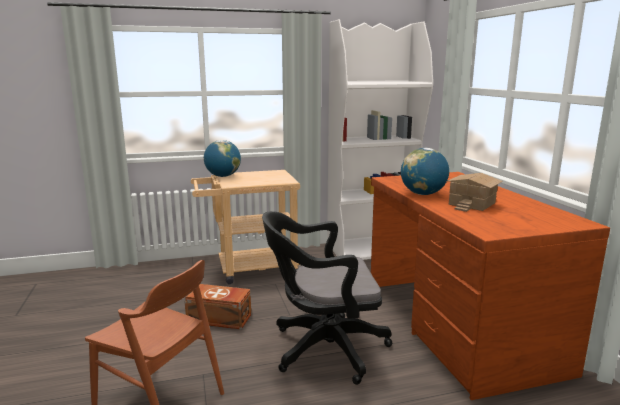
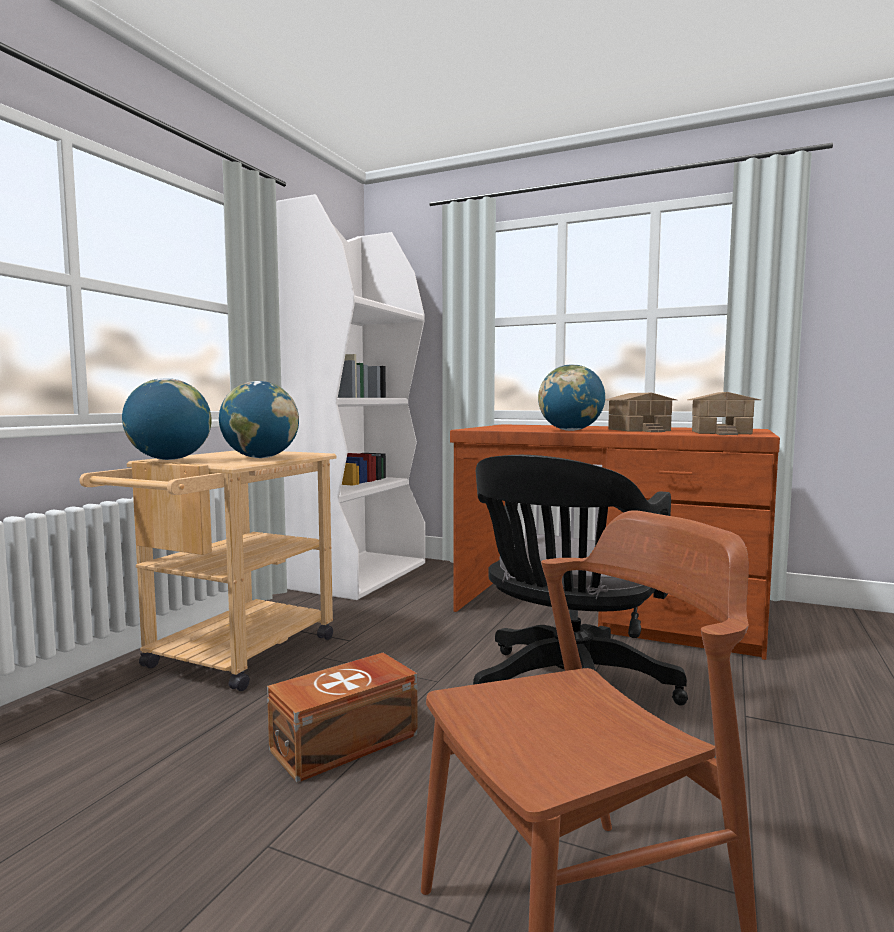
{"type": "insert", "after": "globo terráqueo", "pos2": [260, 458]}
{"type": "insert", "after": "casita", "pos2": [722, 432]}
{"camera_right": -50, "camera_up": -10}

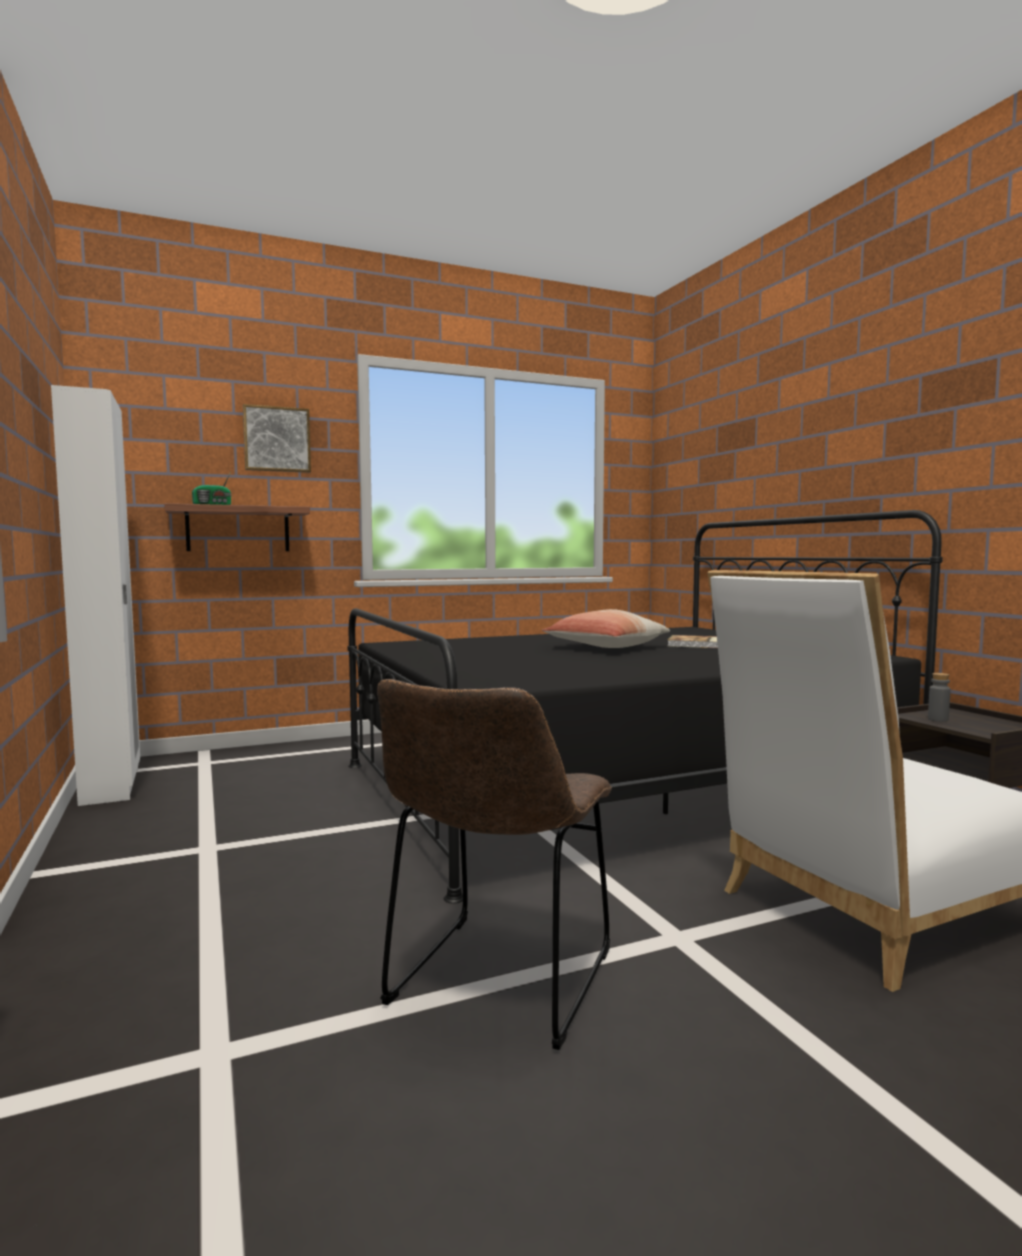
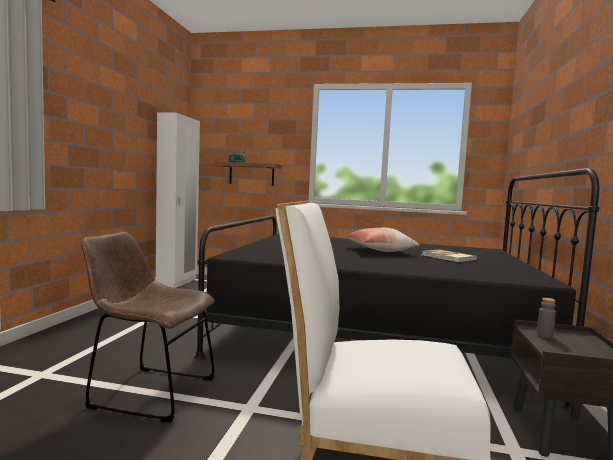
{"type": "rotate", "before": "silla/marrón", "pos1": [497, 984], "pos2": [148, 392], "turn": 45}
{"type": "delete", "before": "cuadro", "pos1": [277, 439]}
{"camera_right": 35, "camera_up": 0}

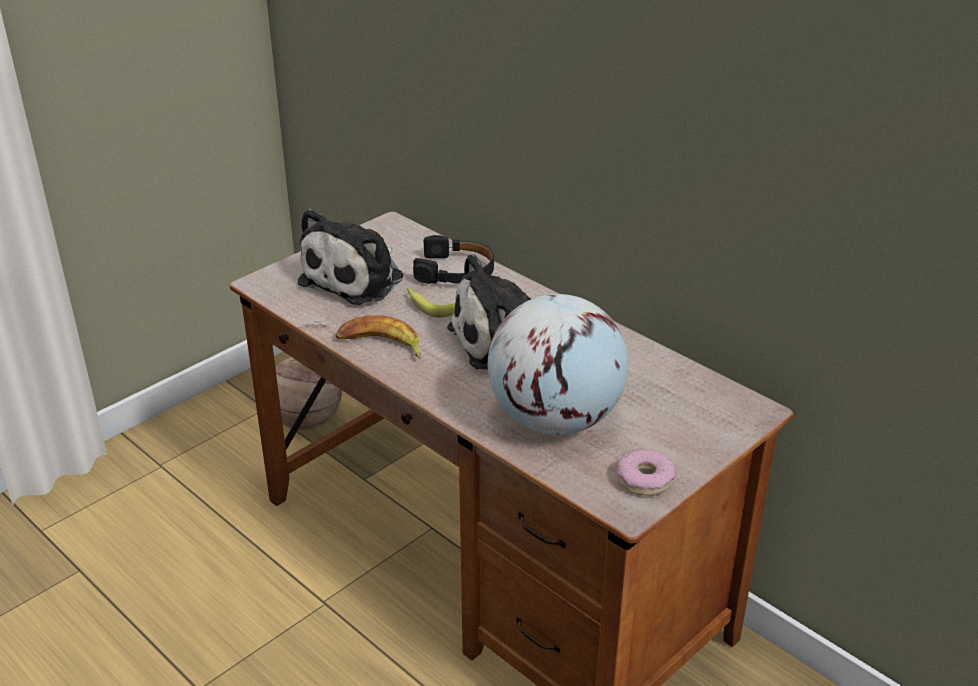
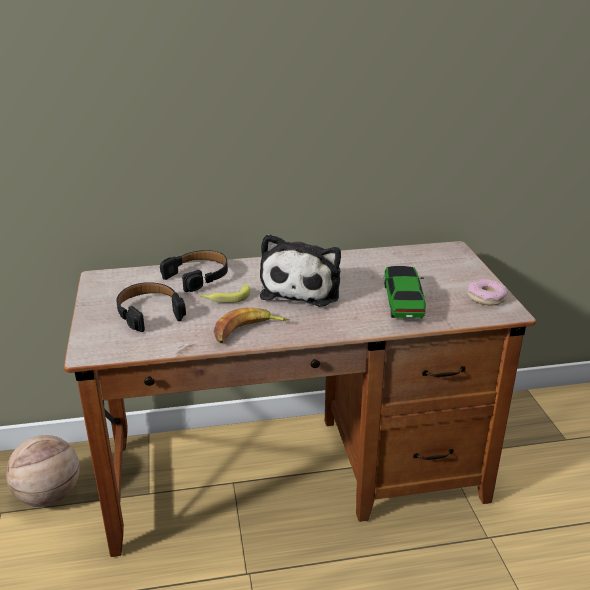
{"type": "replace", "before": "peluche", "after": "auriculares/negro", "pos1": [357, 278], "pos2": [149, 312]}
{"type": "replace", "before": "globo terráqueo", "after": "coche de juguete", "pos1": [555, 420], "pos2": [403, 302]}
{"camera_right": -55, "camera_up": -5}

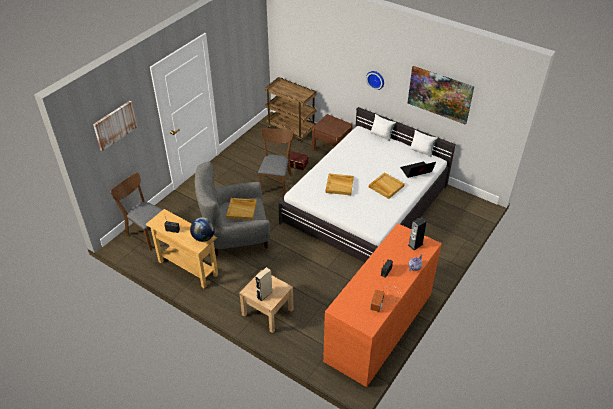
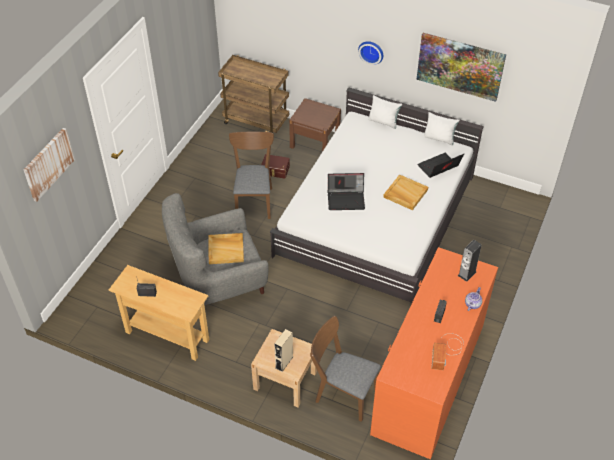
{"type": "move", "before": "silla/marrón", "pos1": [146, 232], "pos2": [342, 393]}
{"type": "replace", "before": "bandeja/beis", "after": "portátil", "pos1": [339, 185], "pos2": [346, 199]}
{"type": "delete", "before": "globo terráqueo", "pos1": [203, 237]}
{"camera_right": -10, "camera_up": 5}

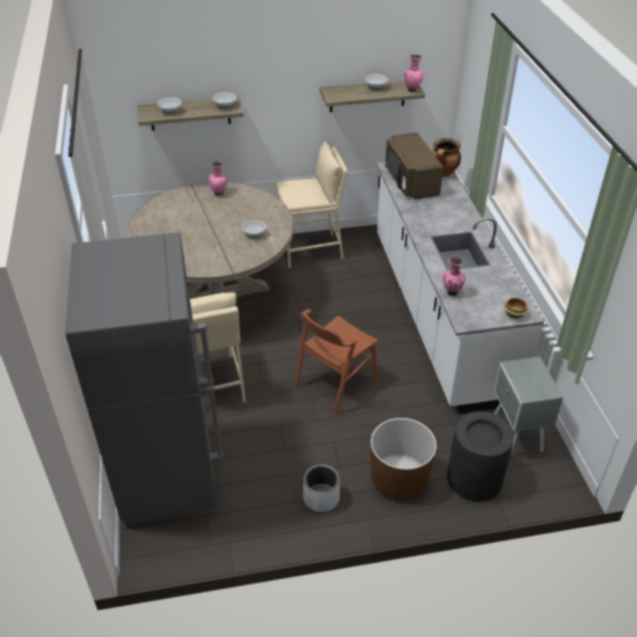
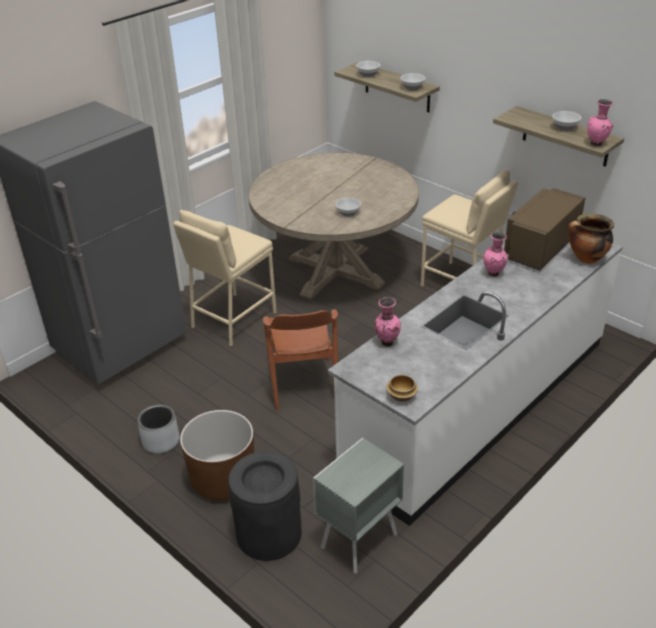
{"type": "rotate", "before": "silla/marrón", "pos1": [335, 384], "pos2": [303, 384], "turn": -105}
{"type": "move", "before": "florero/rosa", "pos1": [219, 193], "pos2": [494, 274]}
{"camera_right": 55, "camera_up": -5}

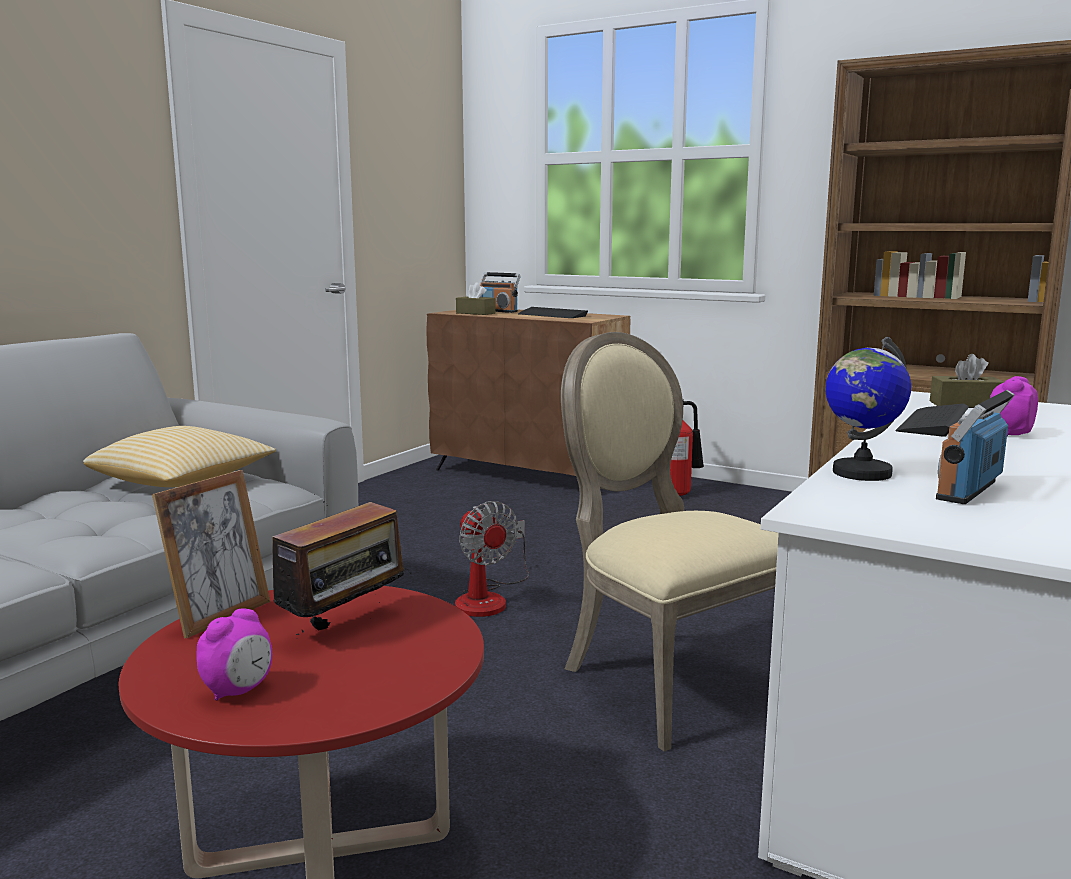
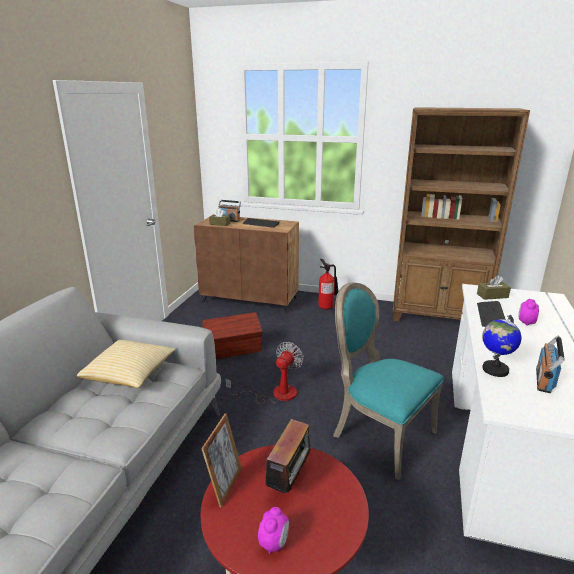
{"type": "insert", "after": "caja de almacenaje/marrón", "pos2": [233, 350]}
{"type": "rotate", "before": "ventilador", "pos1": [488, 598], "pos2": [275, 394], "turn": -105}
{"type": "recolor", "before": "silla/beis", "after": "silla/turquesa", "pos1": [667, 679], "pos2": [379, 434]}
{"camera_right": -15, "camera_up": 10}

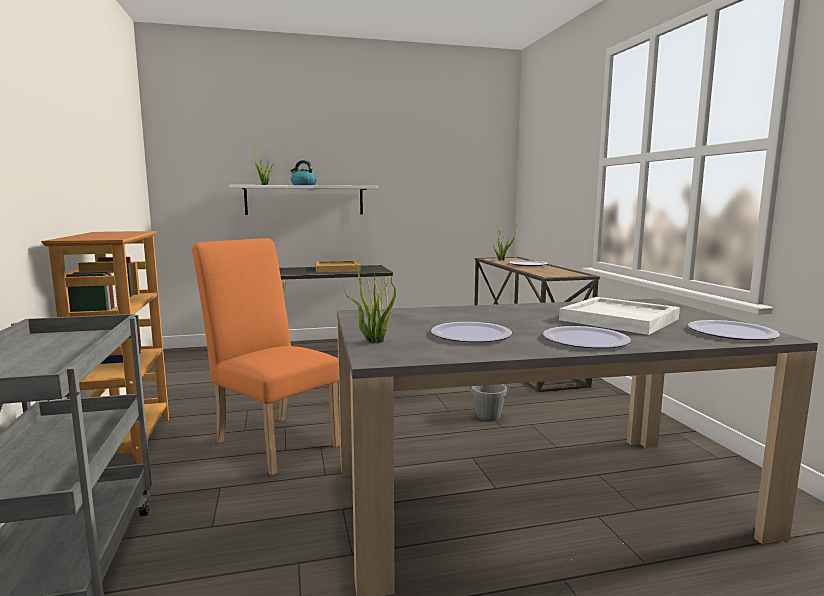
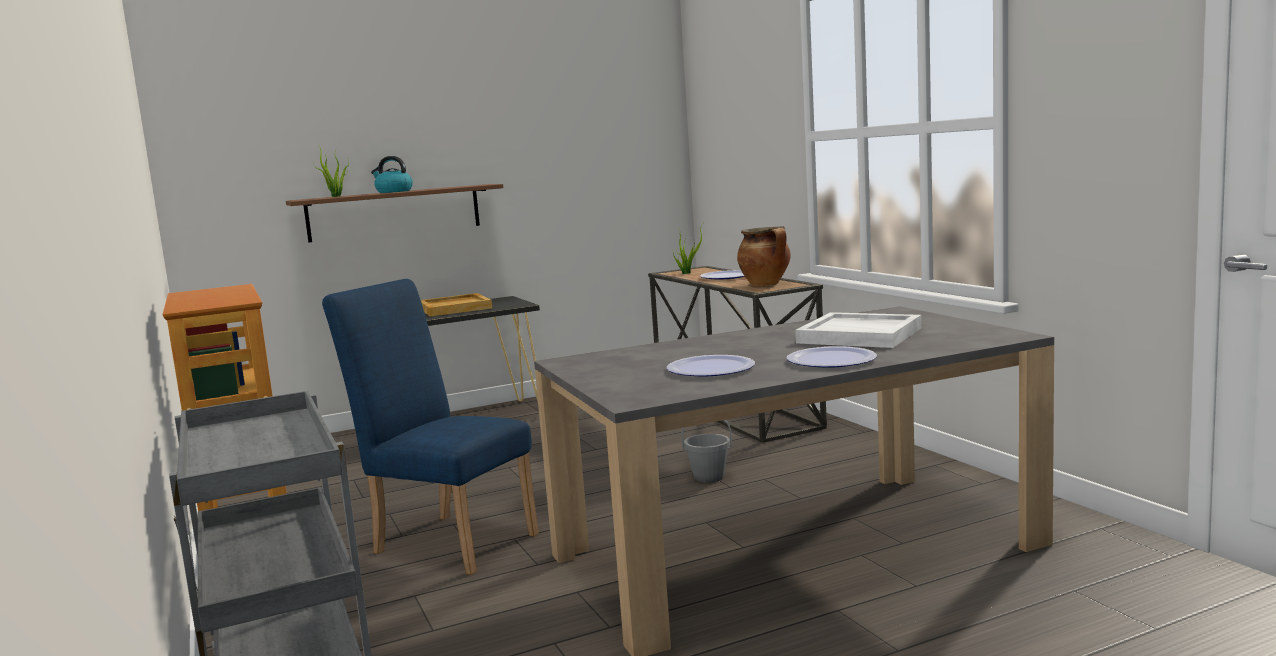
{"type": "recolor", "before": "estante/blanco", "after": "estante/marrón", "pos1": [305, 200], "pos2": [394, 212]}
{"type": "recolor", "before": "silla/naranja", "after": "silla/azul", "pos1": [273, 440], "pos2": [447, 540]}
{"type": "insert", "after": "olla", "pos2": [766, 284]}
{"type": "delete", "before": "planta en maceta", "pos1": [373, 341]}
{"type": "delete", "before": "plato", "pos1": [731, 332]}
{"camera_right": -10, "camera_up": 0}

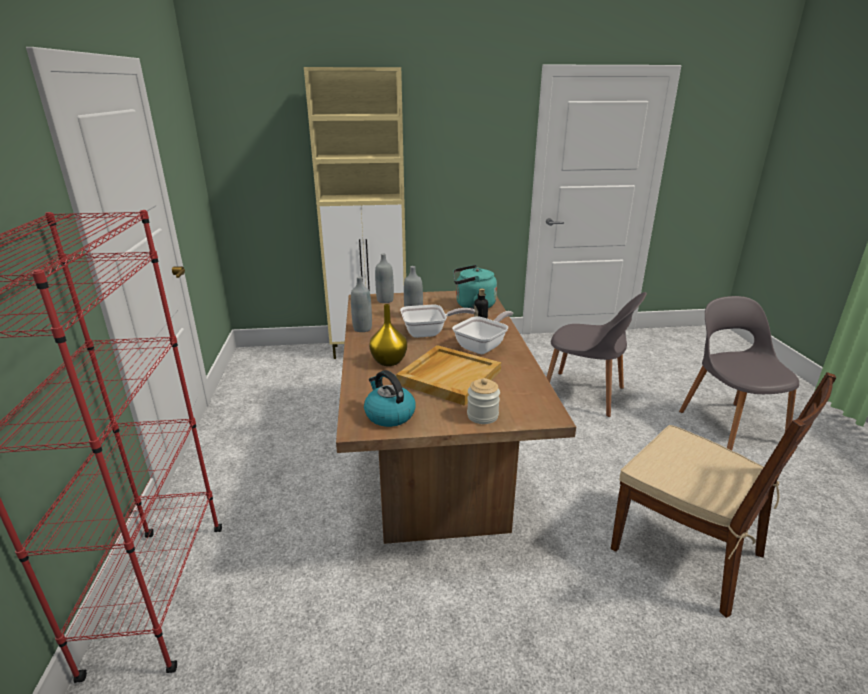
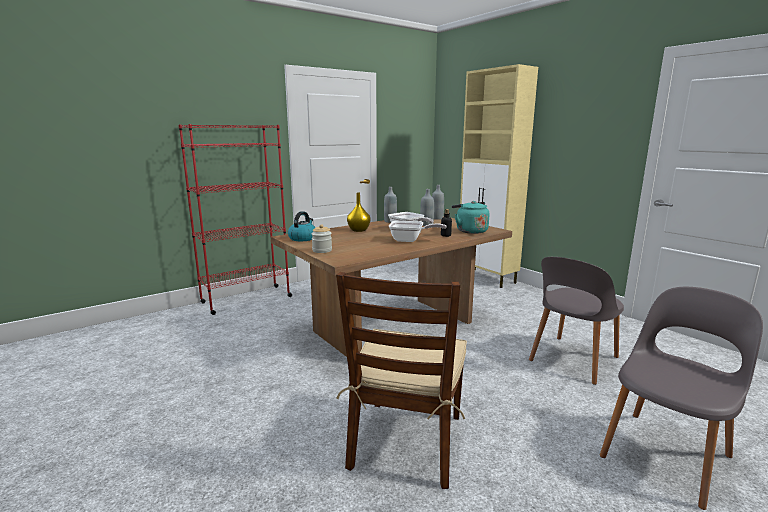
{"type": "rotate", "before": "silla/gris", "pos1": [585, 394], "pos2": [572, 360], "turn": 45}
{"type": "delete", "before": "bandeja/beis", "pos1": [449, 377]}
{"camera_right": 60, "camera_up": -10}

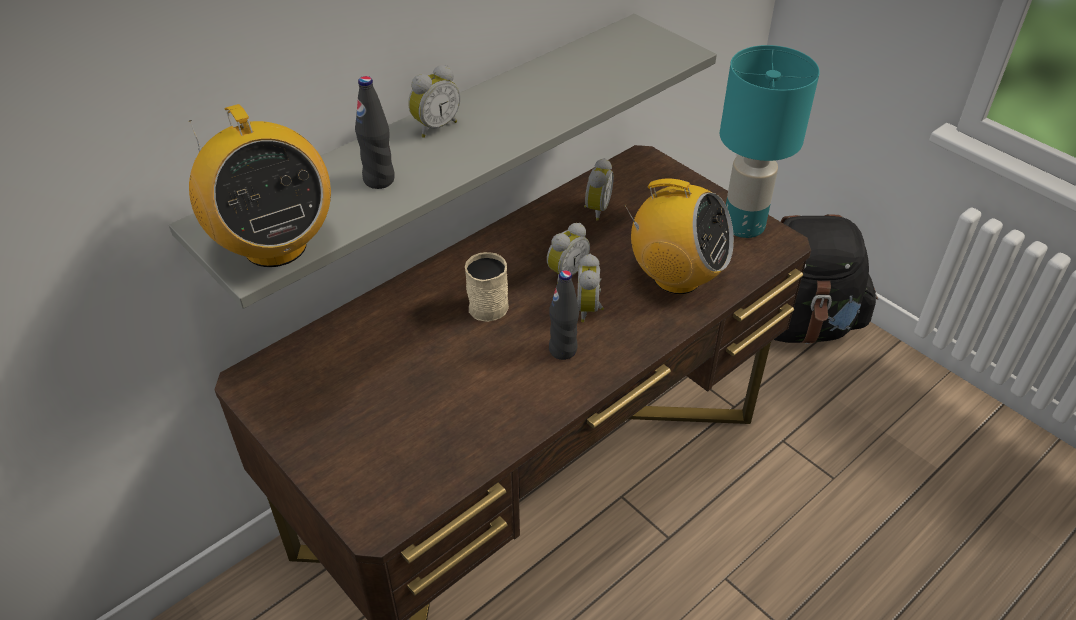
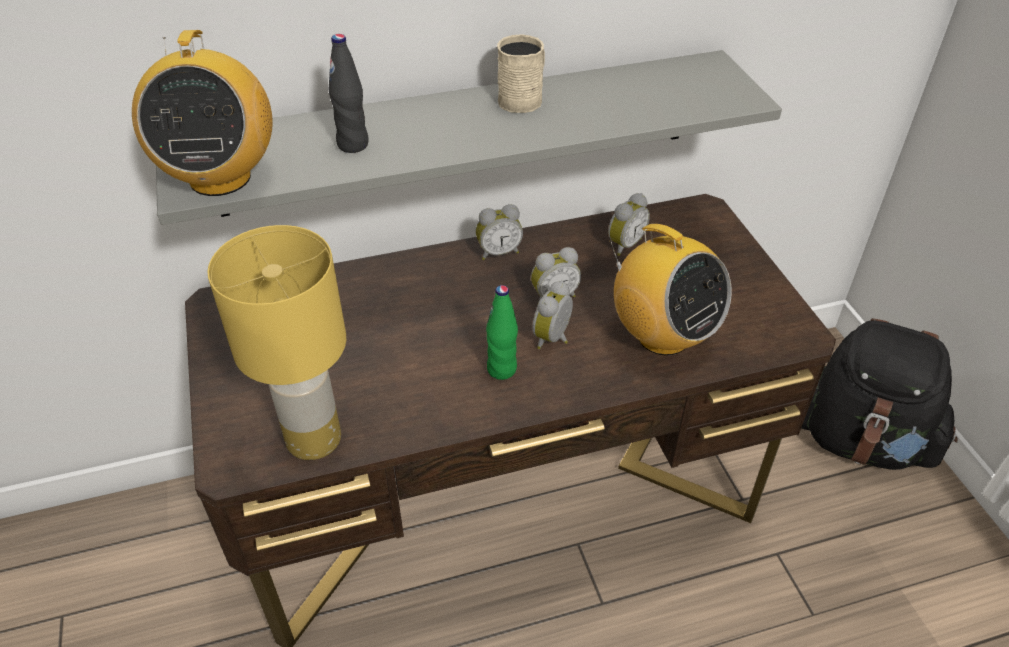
{"type": "insert", "after": "lámpara de mesa/amarillo", "pos2": [314, 438]}
{"type": "move", "before": "despertador", "pos1": [434, 126], "pos2": [498, 252]}
{"type": "recolor", "before": "botella/negro", "after": "botella/verde", "pos1": [563, 350], "pos2": [502, 369]}
{"type": "move", "before": "taza grande/beis", "pos1": [489, 302], "pos2": [524, 98]}
{"type": "delete", "before": "lámpara de mesa/turquesa", "pos1": [742, 225]}
{"camera_right": 25, "camera_up": 0}

